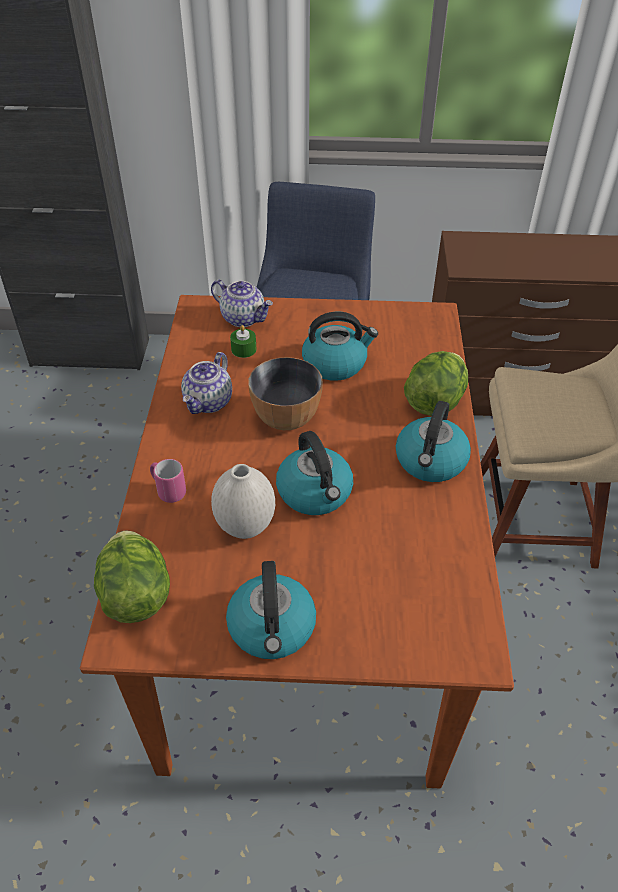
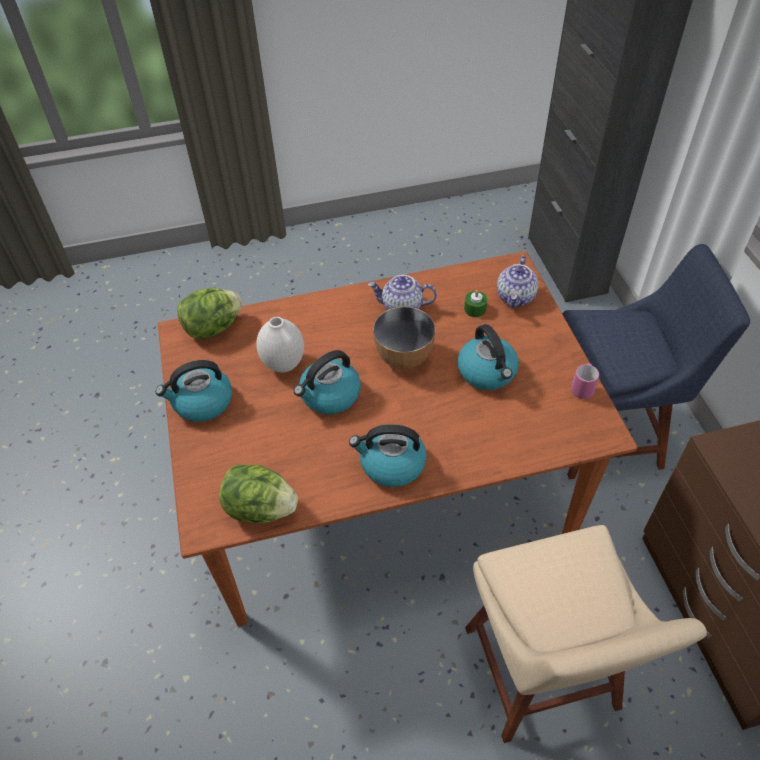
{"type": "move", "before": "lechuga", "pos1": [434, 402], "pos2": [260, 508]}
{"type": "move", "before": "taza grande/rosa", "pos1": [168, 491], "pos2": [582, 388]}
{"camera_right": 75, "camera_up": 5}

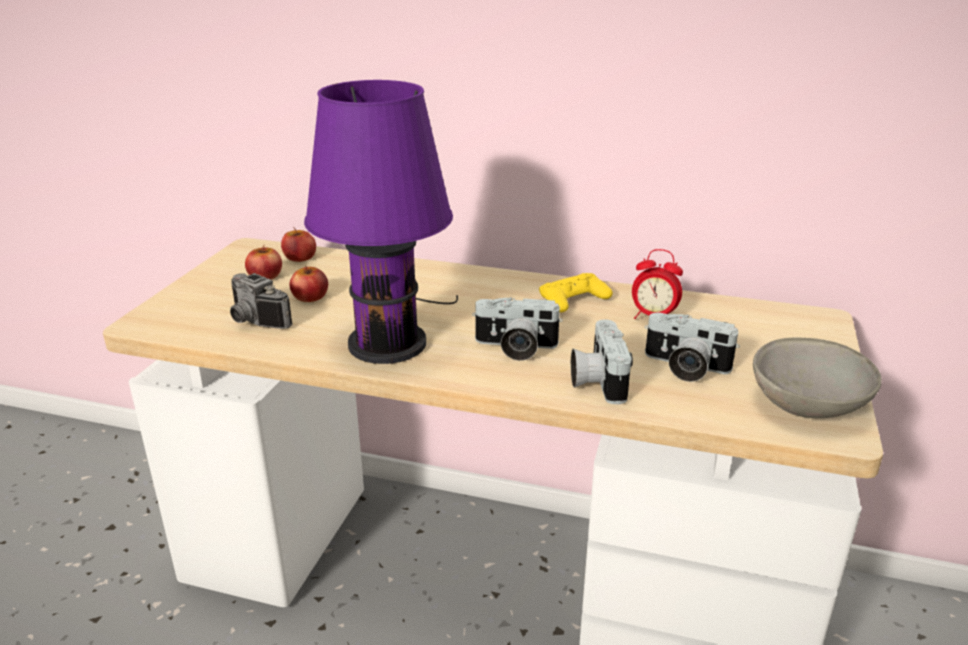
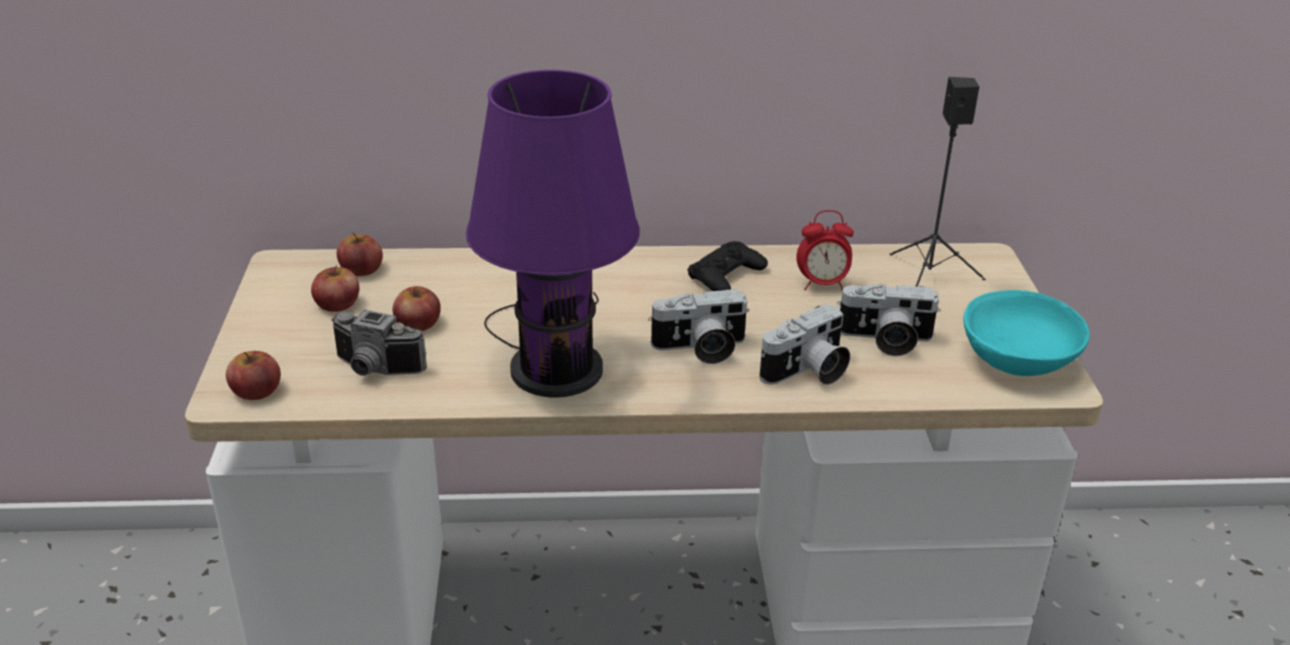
{"type": "insert", "after": "manzana", "pos2": [256, 390]}
{"type": "recolor", "before": "mando de consola/amarillo", "after": "mando de consola/negro", "pos1": [573, 299], "pos2": [726, 276]}
{"type": "rotate", "before": "cámara", "pos1": [596, 380], "pos2": [807, 372], "turn": -105}
{"type": "insert", "after": "altavoz/negro", "pos2": [928, 279]}
{"type": "recolor", "before": "cuenco/gris", "after": "cuenco/turquesa", "pos1": [809, 405], "pos2": [1019, 360]}
{"camera_right": -20, "camera_up": 5}

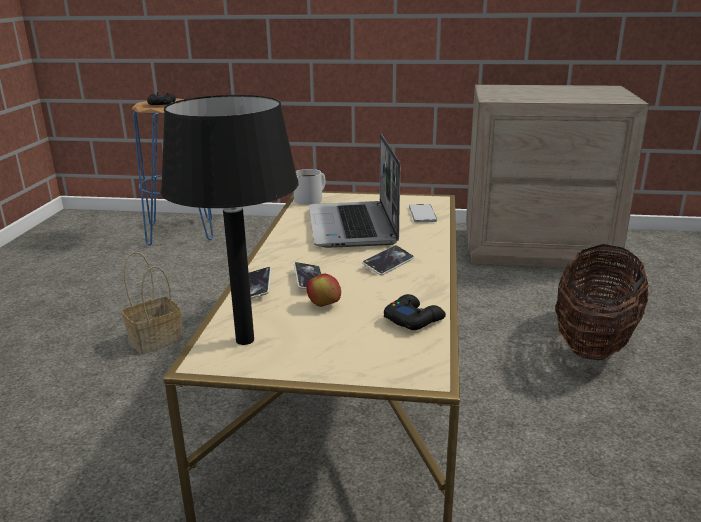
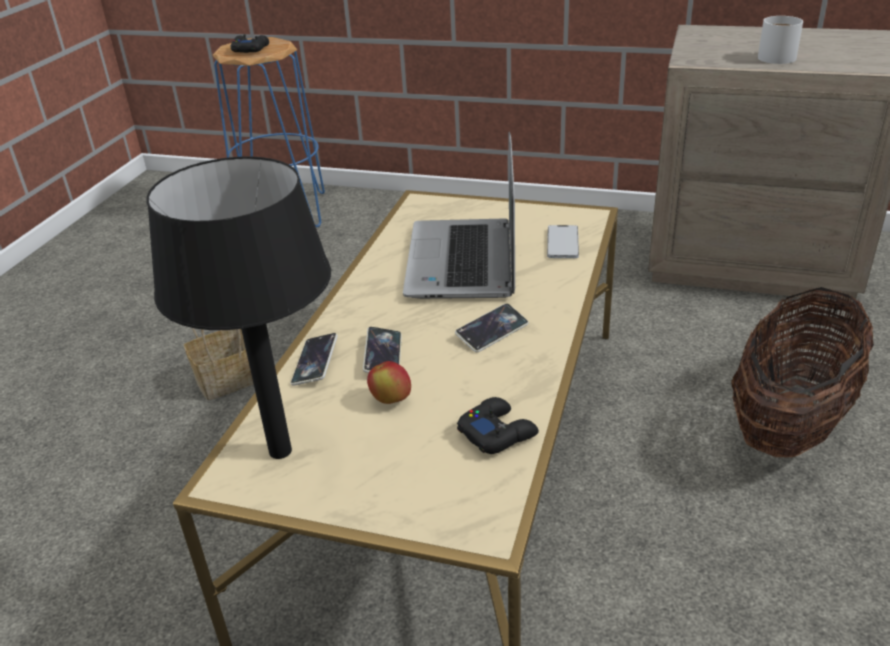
{"type": "move", "before": "taza grande/blanco", "pos1": [312, 198], "pos2": [780, 56]}
{"camera_right": 10, "camera_up": 10}

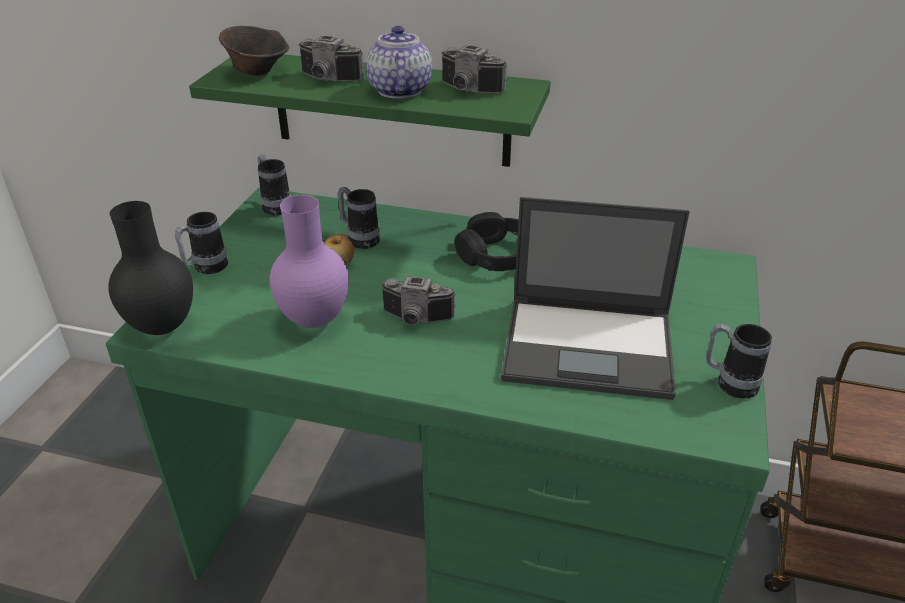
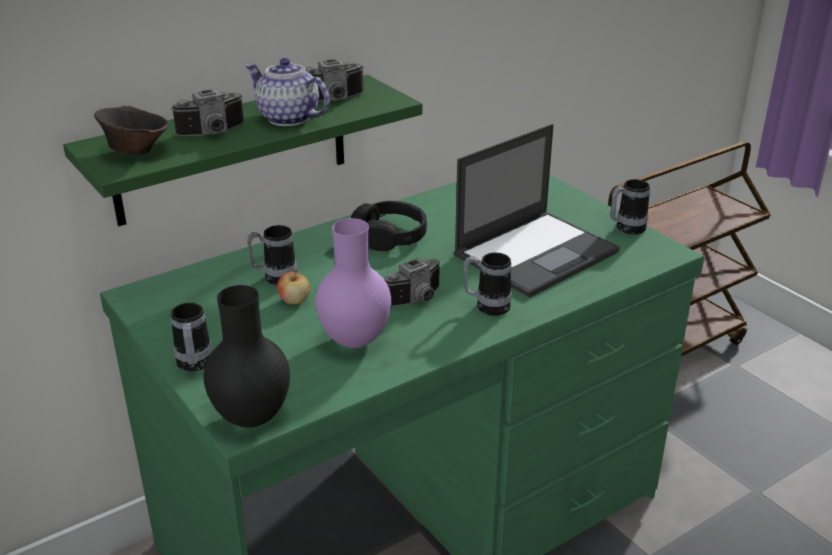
{"type": "move", "before": "taza grande", "pos1": [275, 206], "pos2": [486, 307]}
{"camera_right": -50, "camera_up": -5}

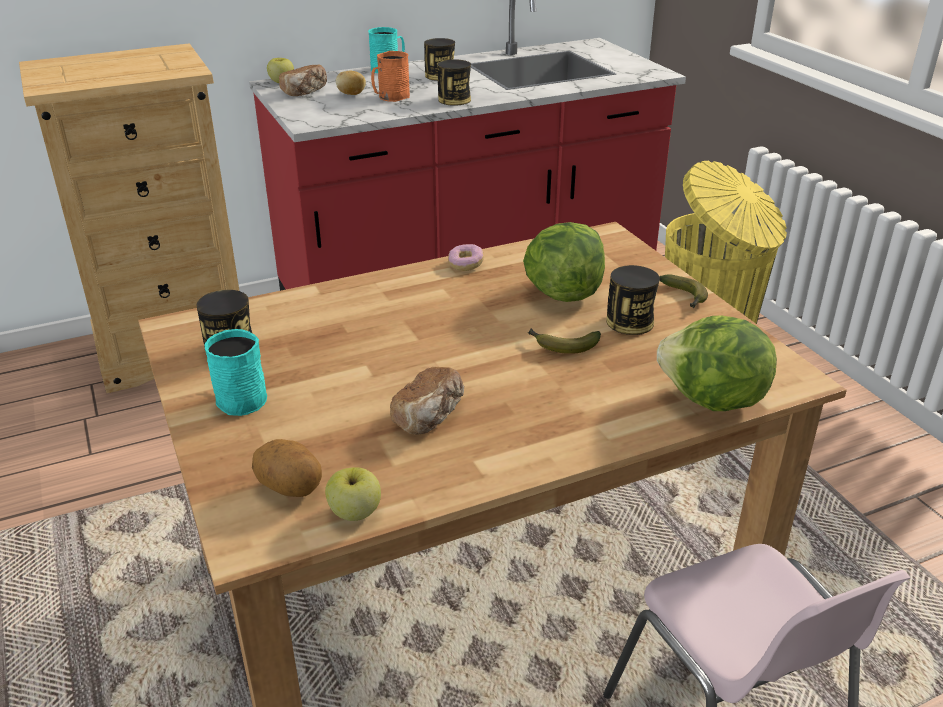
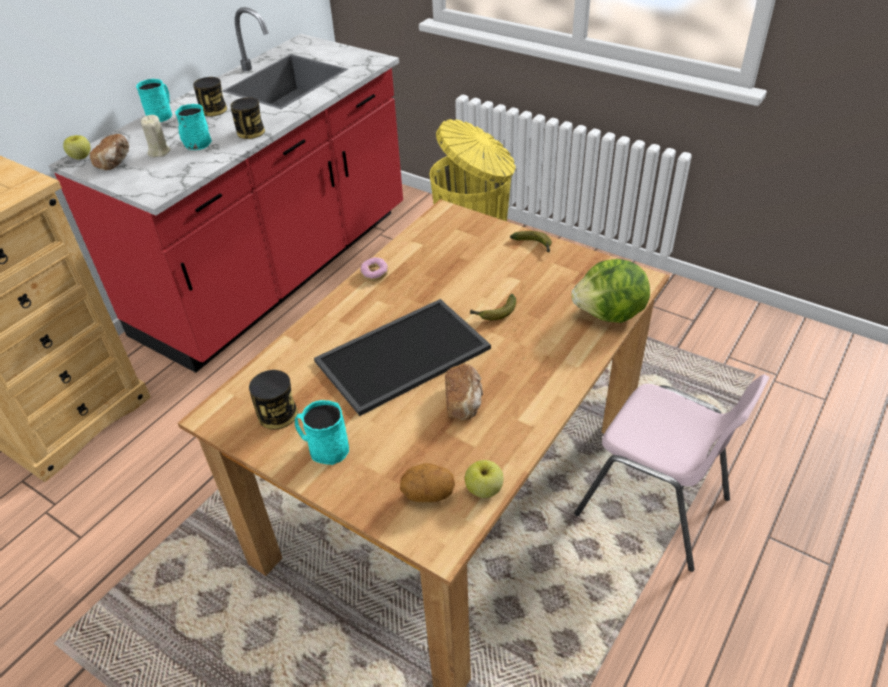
{"type": "replace", "before": "patata", "after": "vela/beis", "pos1": [351, 94], "pos2": [159, 152]}
{"type": "recolor", "before": "taza grande/naranja", "after": "taza grande/turquesa", "pos1": [390, 97], "pos2": [196, 145]}
{"type": "insert", "after": "bandeja", "pos2": [403, 357]}
{"type": "delete", "before": "lechuga", "pos1": [563, 293]}
{"type": "delete", "before": "lata", "pos1": [629, 322]}
{"camera_right": -30, "camera_up": 10}

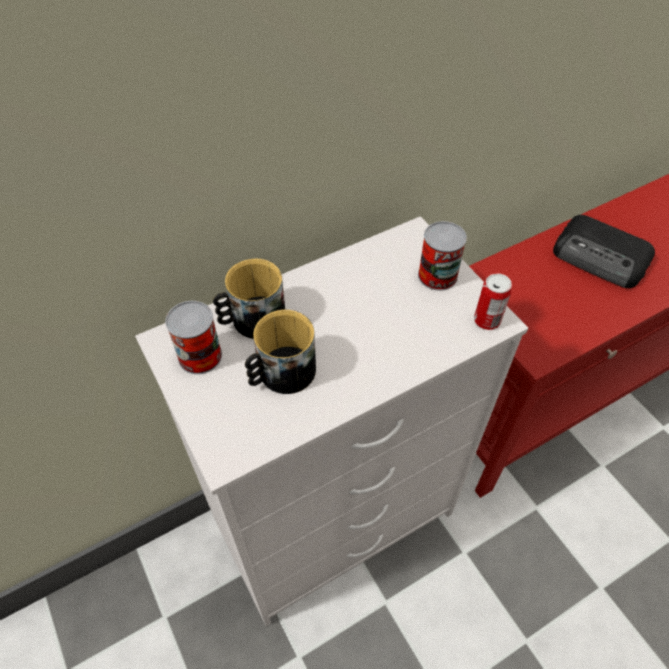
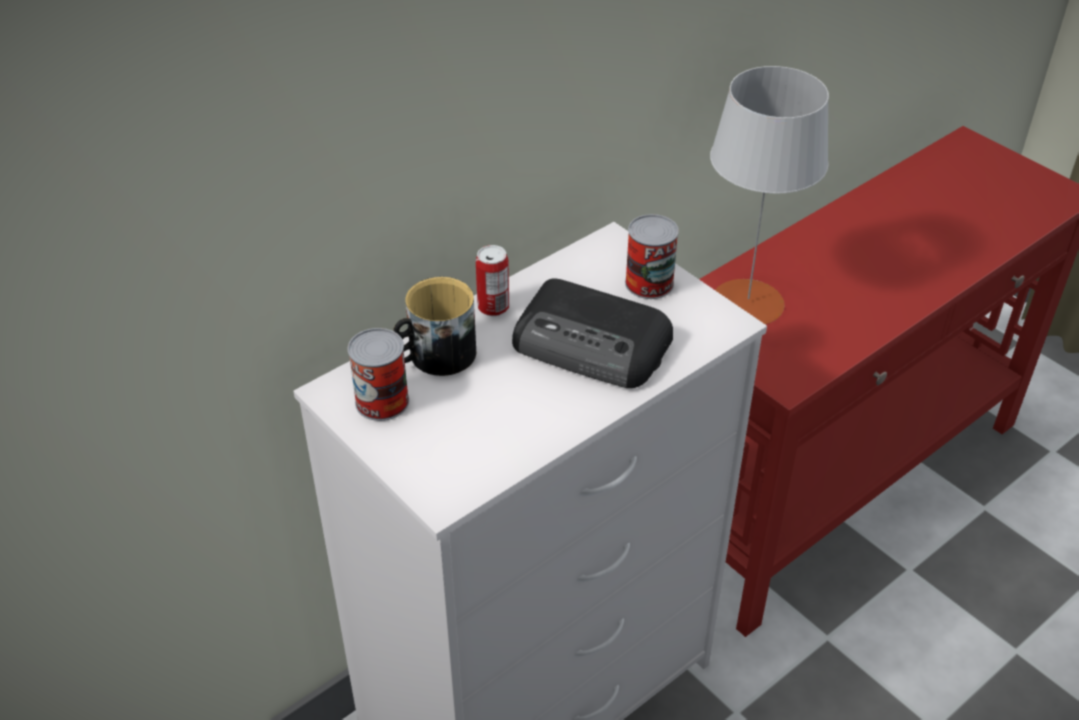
{"type": "move", "before": "lata", "pos1": [487, 320], "pos2": [493, 307]}
{"type": "move", "before": "radio", "pos1": [601, 258], "pos2": [593, 345]}
{"type": "insert", "after": "lámpara de mesa/gris", "pos2": [747, 303]}
{"type": "delete", "before": "taza grande", "pos1": [281, 373]}
{"camera_right": -10, "camera_up": -10}

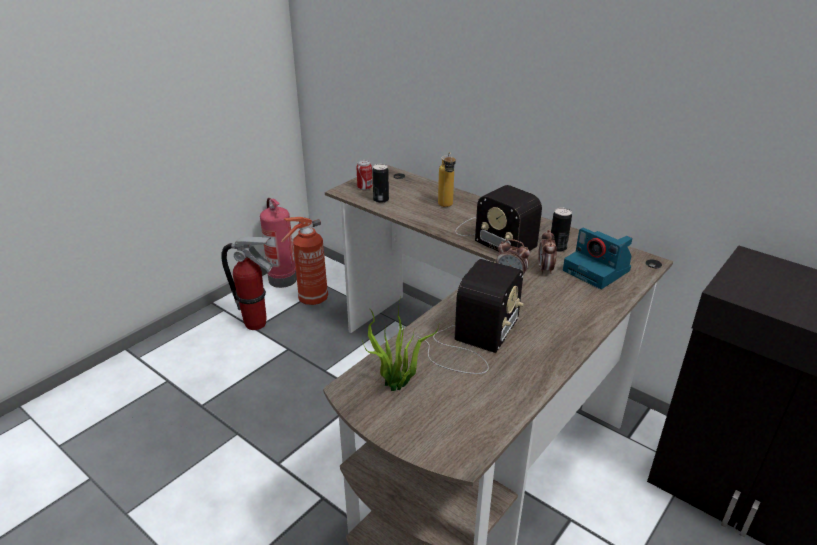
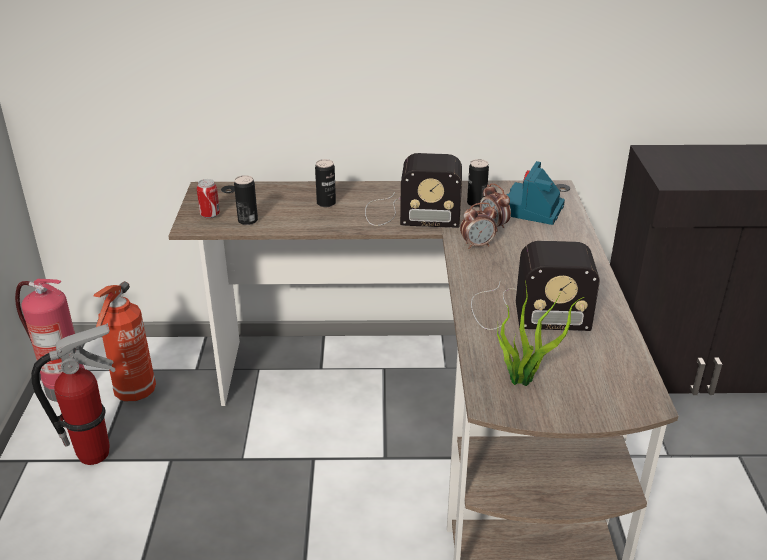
{"type": "replace", "before": "botella", "after": "lata", "pos1": [446, 207], "pos2": [326, 203]}
{"type": "rotate", "before": "radio", "pos1": [472, 340], "pos2": [525, 312], "turn": 105}
{"type": "rotate", "before": "cámara", "pos1": [598, 271], "pos2": [533, 210], "turn": 105}
{"camera_right": -40, "camera_up": 0}

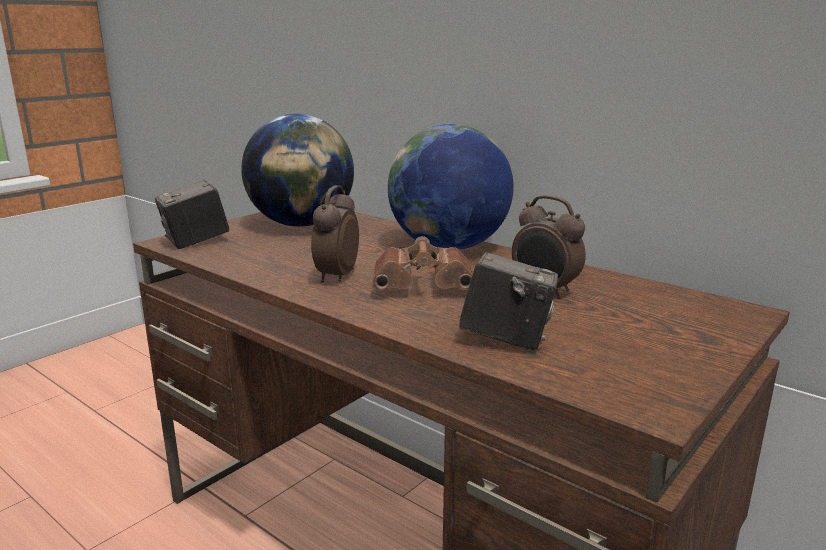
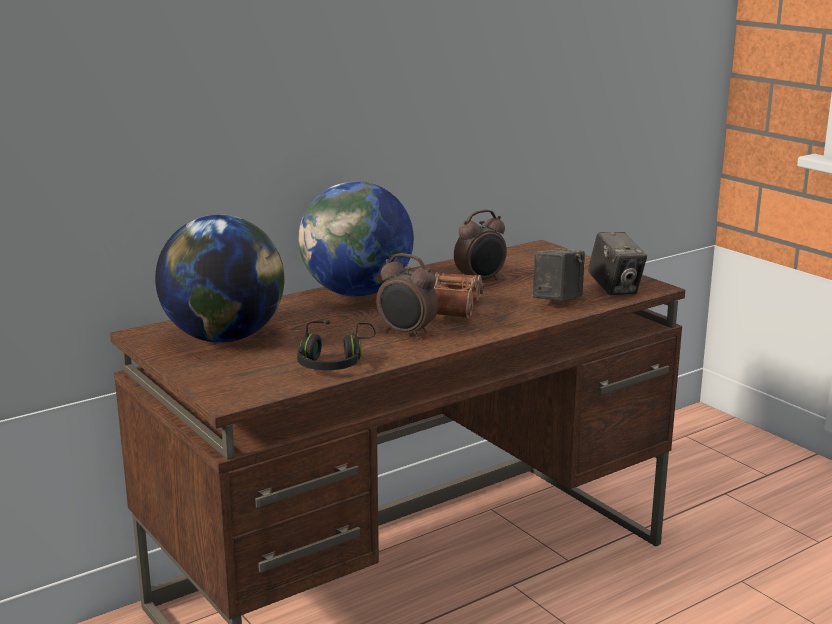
{"type": "insert", "after": "auriculares/negro", "pos2": [335, 361]}
{"type": "move", "before": "cámara", "pos1": [196, 242], "pos2": [615, 289]}
{"camera_right": -75, "camera_up": 0}

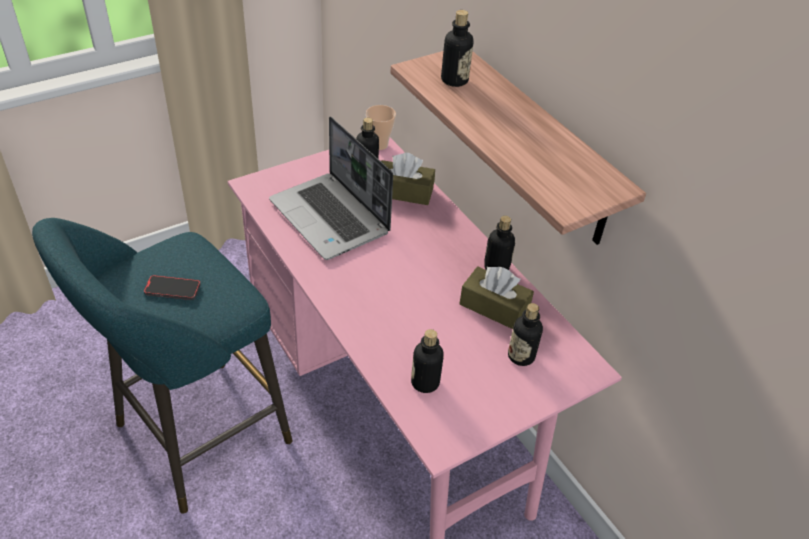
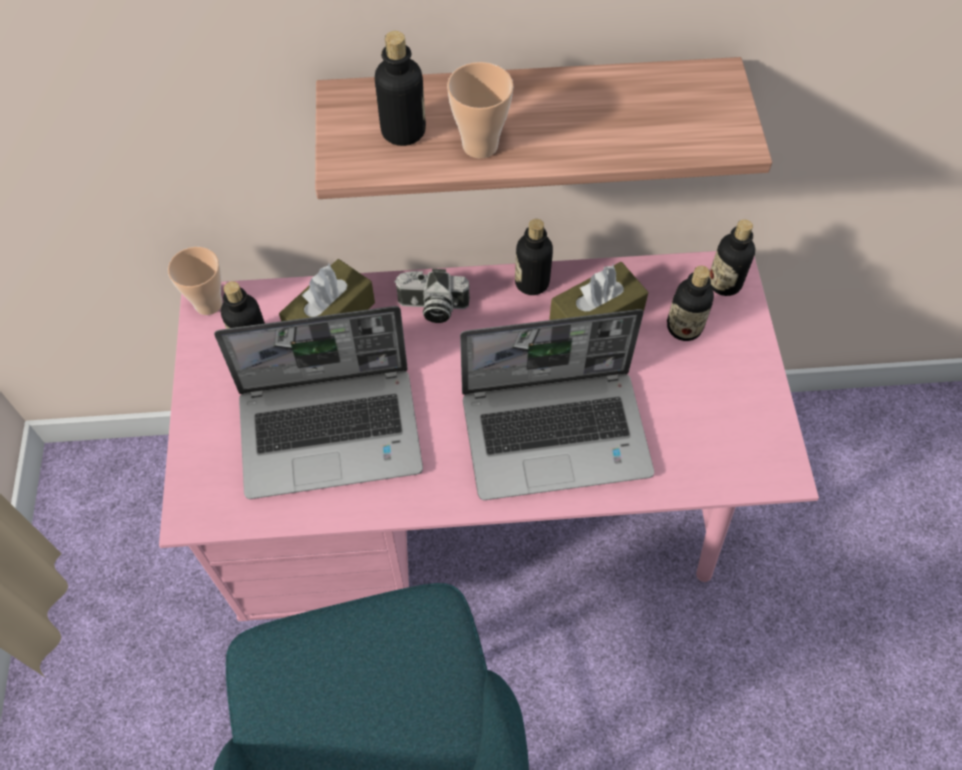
{"type": "insert", "after": "cámara", "pos2": [432, 308]}
{"type": "insert", "after": "taza", "pos2": [480, 145]}
{"type": "insert", "after": "portátil", "pos2": [557, 433]}
{"type": "move", "before": "botella", "pos1": [425, 382], "pos2": [724, 283]}
{"type": "delete", "before": "móvil", "pos1": [172, 289]}
{"camera_right": -60, "camera_up": 15}

